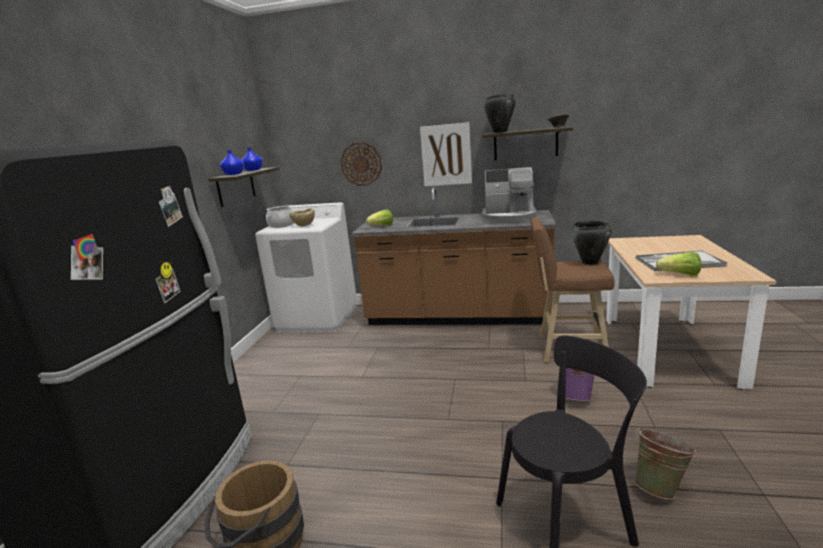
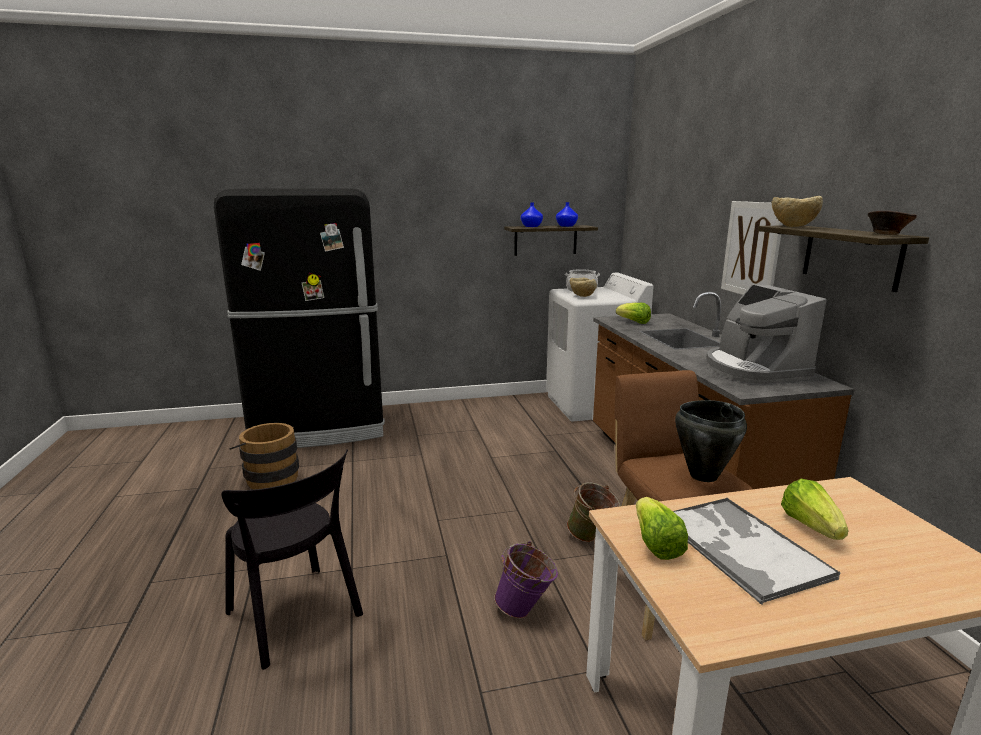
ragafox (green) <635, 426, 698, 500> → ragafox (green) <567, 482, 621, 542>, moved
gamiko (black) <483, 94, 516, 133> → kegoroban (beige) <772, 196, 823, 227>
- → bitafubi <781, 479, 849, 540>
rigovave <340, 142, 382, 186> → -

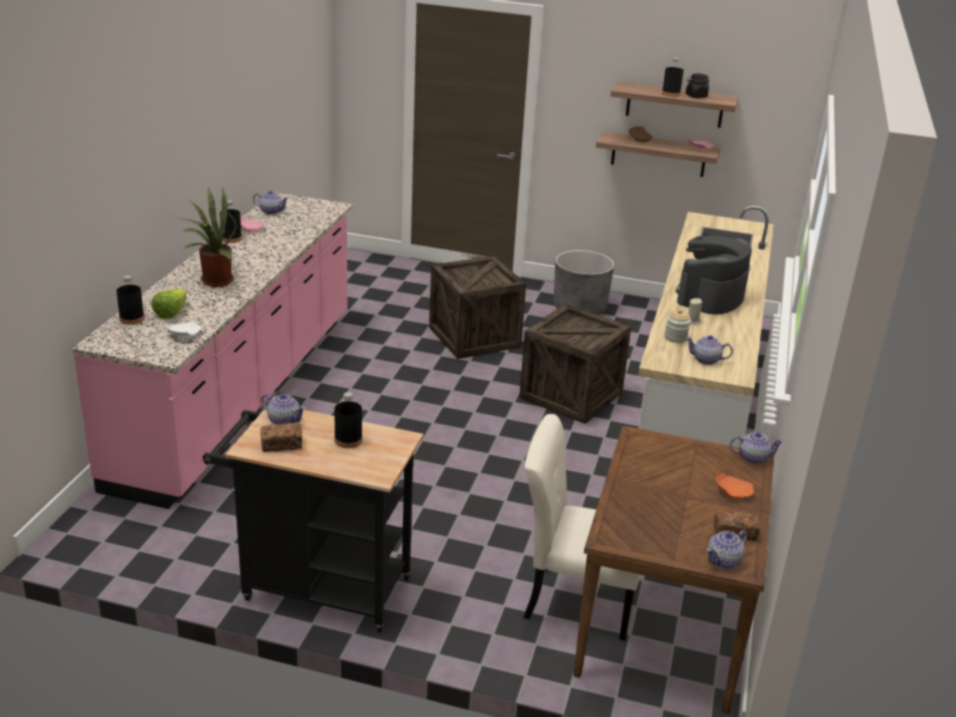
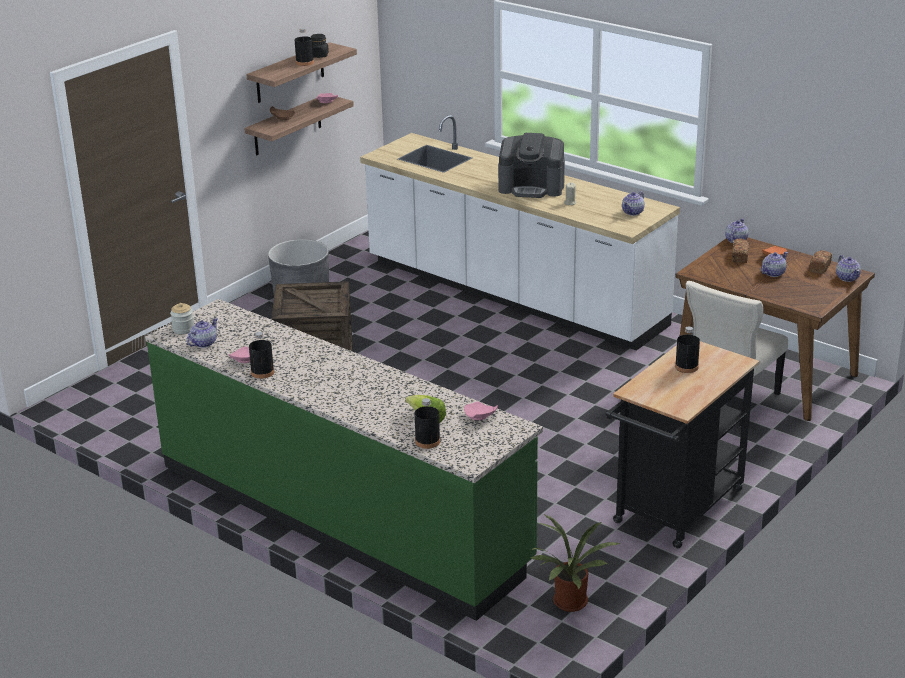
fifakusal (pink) <72, 192, 352, 509> → fifakusal (green) <145, 299, 543, 621>
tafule <665, 309, 691, 343> → tafule <170, 303, 194, 334>, moved
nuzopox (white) <165, 322, 201, 339> → nuzopox (pink) <464, 402, 498, 420>
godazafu <676, 236, 752, 314> → godazafu <498, 133, 565, 198>, 45 degrees counterclockwise
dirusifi <178, 186, 237, 287> → dirusifi <531, 514, 621, 612>, moved
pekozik <260, 423, 302, 452> → pekozik <732, 239, 749, 263>, moved
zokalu <261, 394, 306, 425> → zokalu <761, 252, 788, 277>, moved
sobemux <519, 304, 631, 424> → -

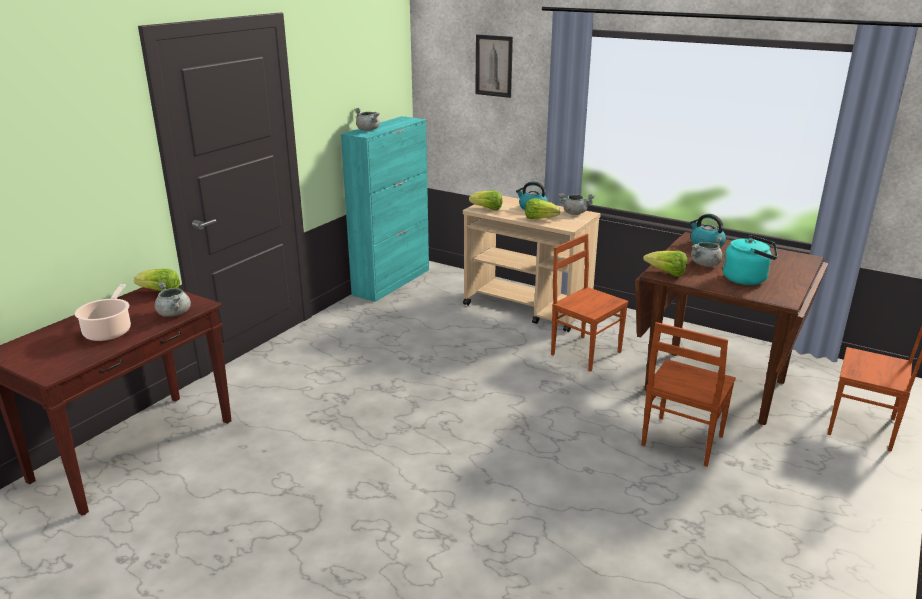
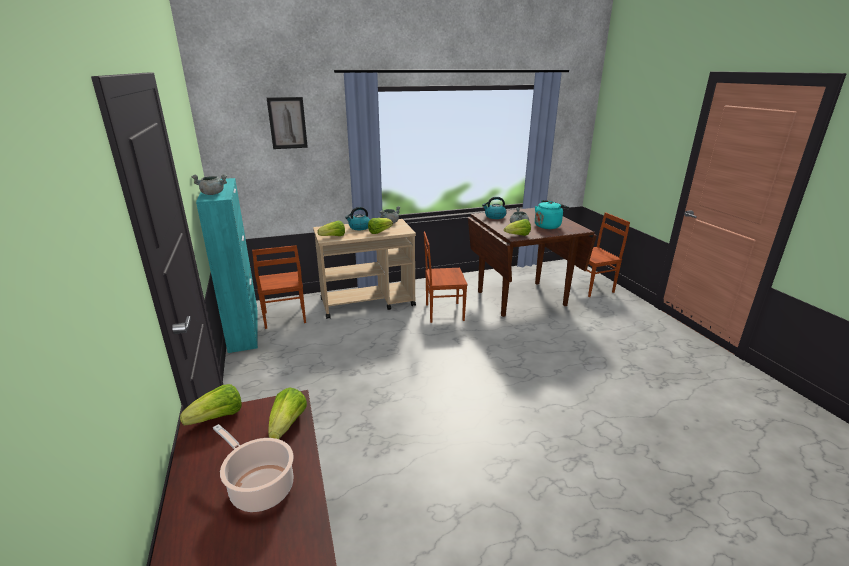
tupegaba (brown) <641, 322, 736, 467> → tupegaba (brown) <252, 245, 306, 329>, moved
gamiko (grey) <155, 282, 191, 317> → bitafubi <268, 387, 307, 439>

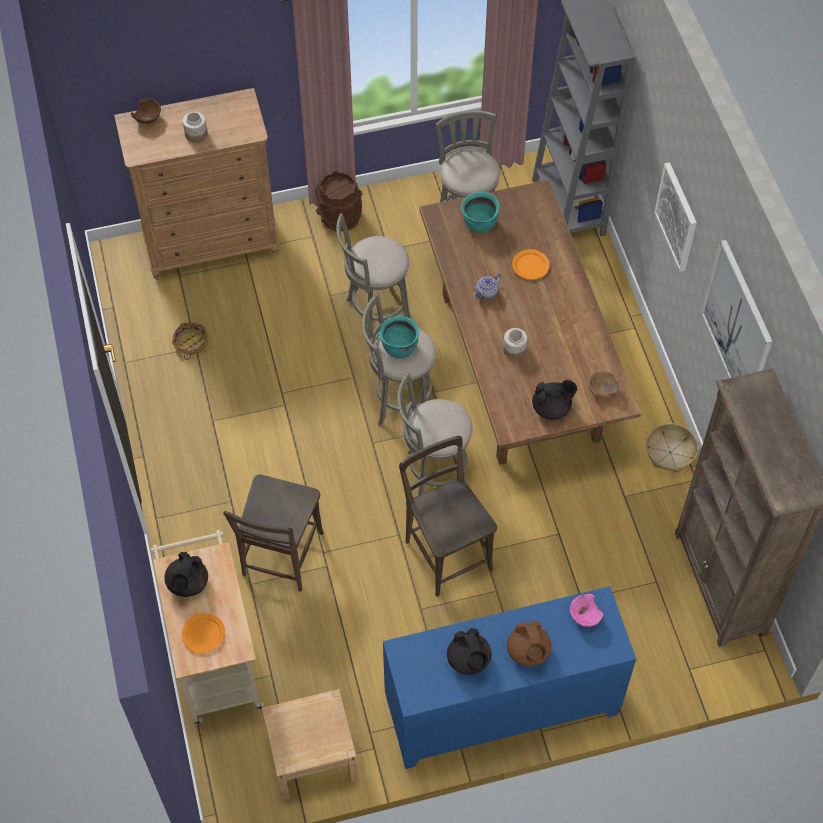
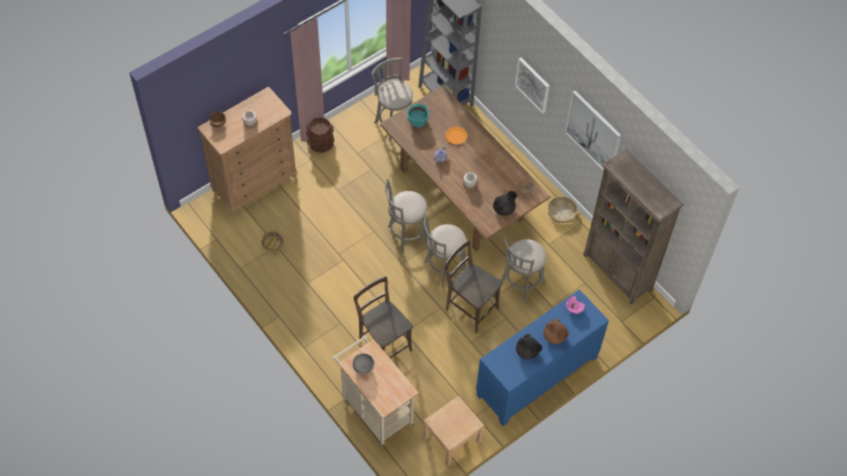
zokalu (black) <164, 552, 208, 597> → kegoroban (grey) <353, 353, 374, 375>
tupegaba (brown) <223, 474, 324, 592> → tupegaba (brown) <354, 276, 413, 358>, 150 degrees clockwise
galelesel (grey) <336, 213, 411, 339> → galelesel (grey) <501, 237, 546, 303>, moved
nuzopox (orange) <182, 613, 225, 653> → -
gamiko (turquoise) <380, 316, 419, 358> → -

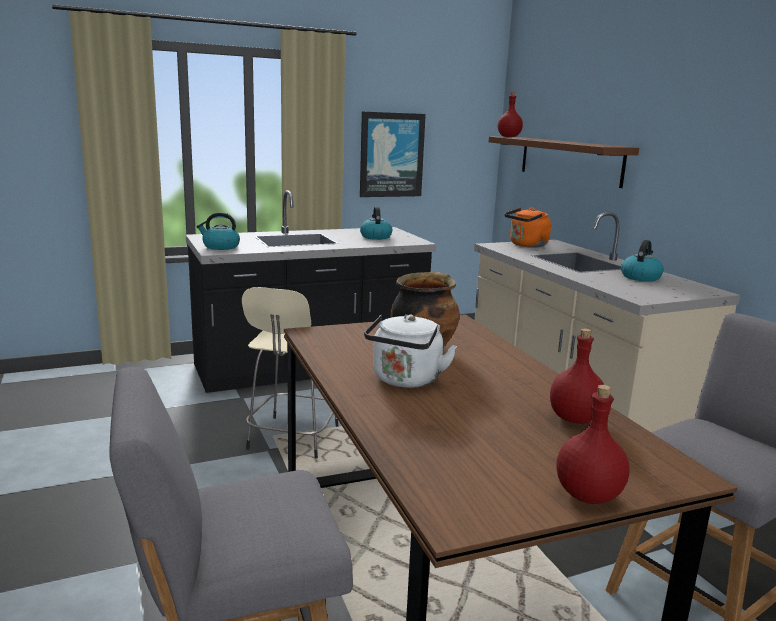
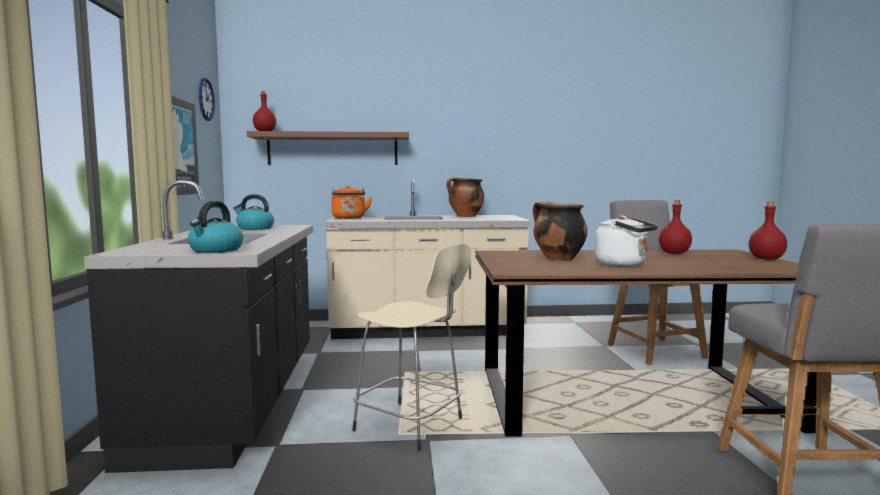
- → rigovave <199, 78, 215, 121>
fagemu <621, 240, 664, 282> → gamiko <446, 178, 484, 217>

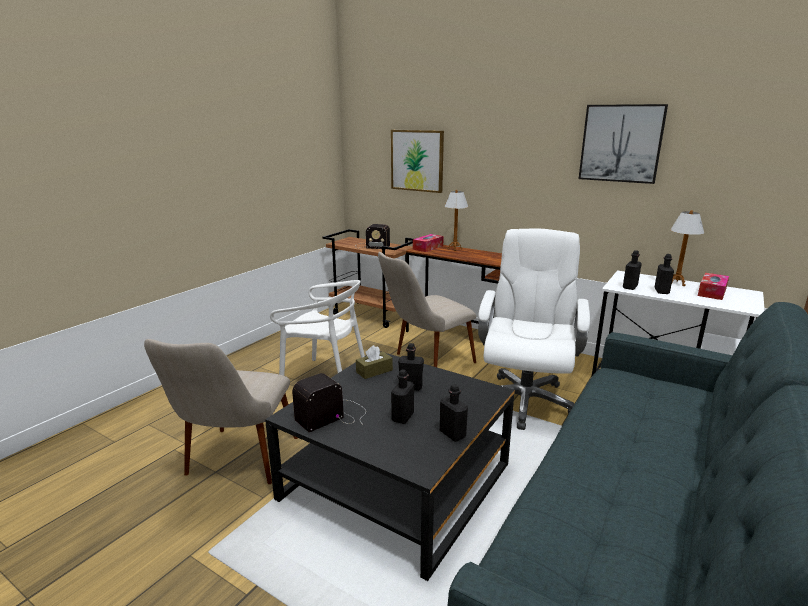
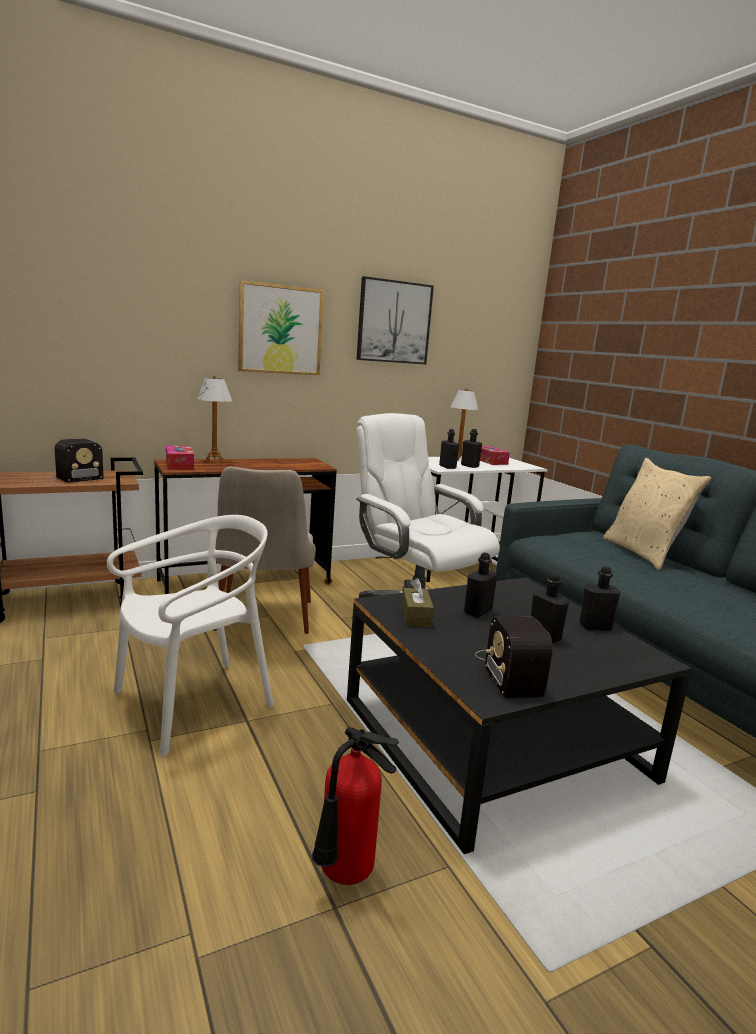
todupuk <391, 130, 444, 193> → todupuk <238, 280, 324, 375>, moved
tupegaba (beige) <144, 339, 297, 484> → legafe <312, 727, 399, 885>
- → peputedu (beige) <603, 458, 711, 570>

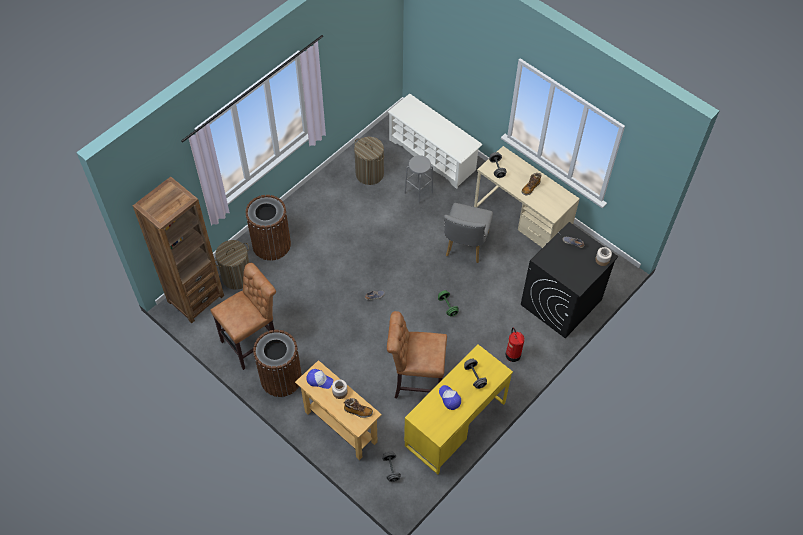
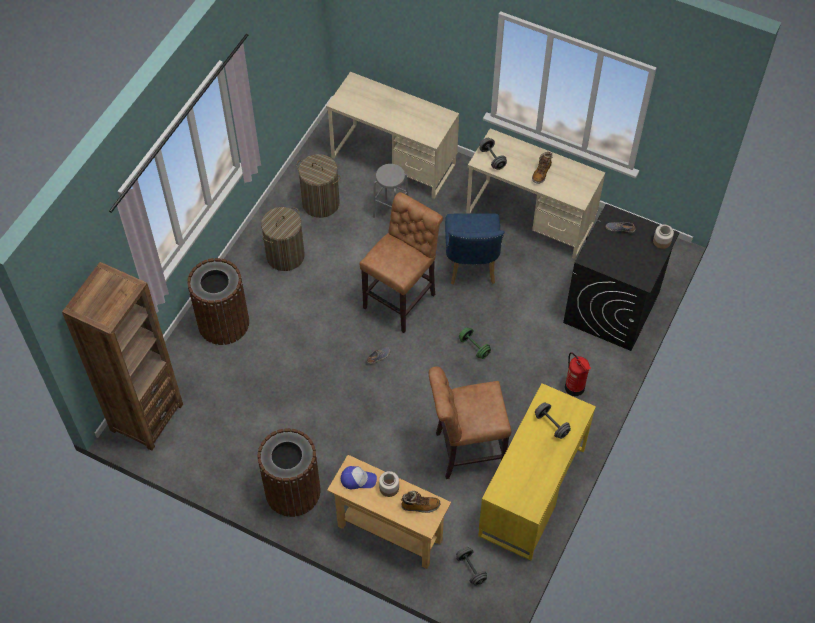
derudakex <215, 240, 249, 290> → derudakex <261, 207, 305, 271>, moved
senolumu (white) <388, 94, 482, 189> → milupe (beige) <326, 72, 459, 199>
galelesel (brown) <210, 263, 276, 370> → galelesel (brown) <359, 192, 443, 333>, moved
tupegaba (grey) <444, 203, 493, 263> → tupegaba (blue) <445, 214, 504, 285>
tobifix <439, 385, 461, 410> → -

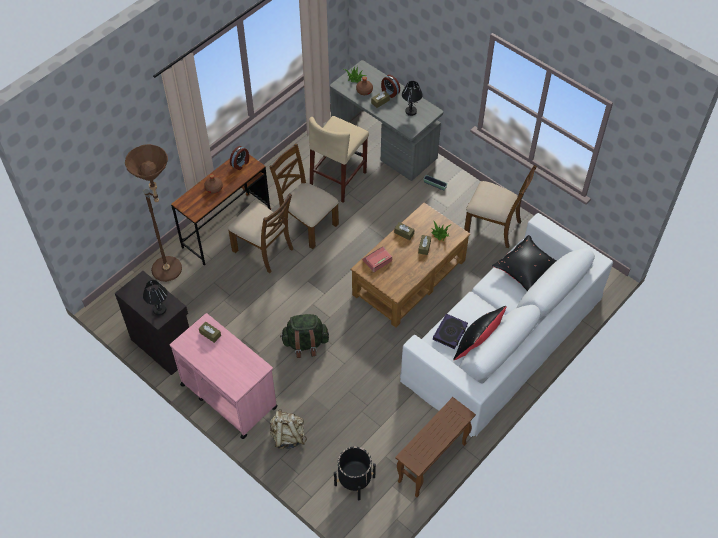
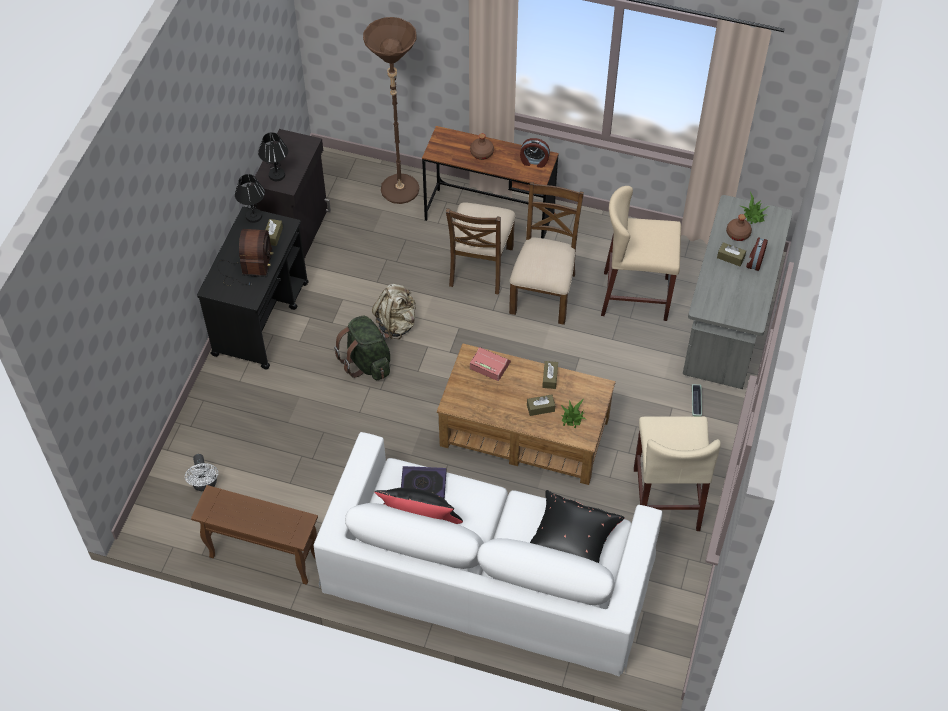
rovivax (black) <334, 447, 376, 500> → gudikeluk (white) <185, 454, 218, 491>
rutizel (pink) <170, 313, 278, 439> → rutizel (black) <197, 207, 309, 369>
- → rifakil <217, 229, 273, 286>
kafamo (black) <402, 81, 423, 116> → kafamo (black) <235, 174, 265, 223>, moved
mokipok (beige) <270, 409, 307, 449> → mokipok (beige) <372, 284, 416, 339>, moved
tupegaba (brown) <464, 165, 537, 248> → galelesel (beige) <634, 416, 721, 531>

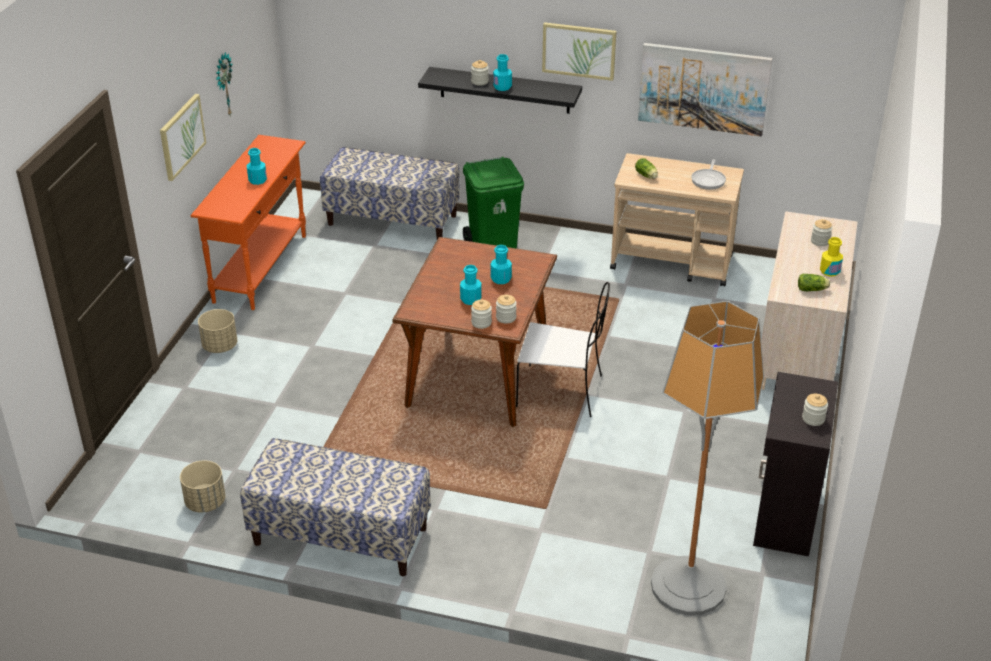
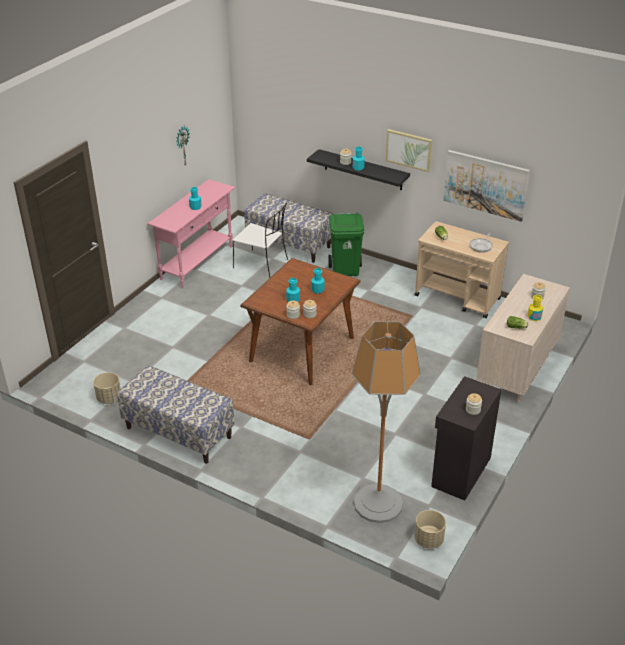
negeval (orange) <191, 135, 306, 310> → negeval (pink) <148, 179, 235, 288>
tupegaba (white) <516, 282, 610, 417> → tupegaba (white) <232, 203, 288, 278>, moved
rovivax (beige) <198, 309, 237, 353> → rovivax (beige) <414, 510, 446, 549>, moved
todupuk <160, 94, 206, 181> → -

